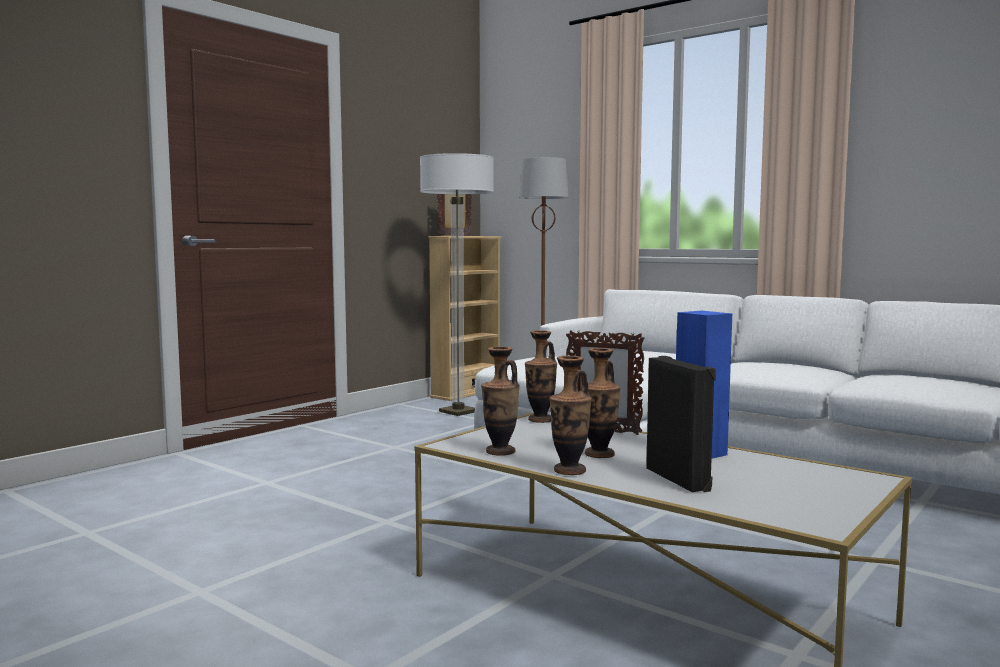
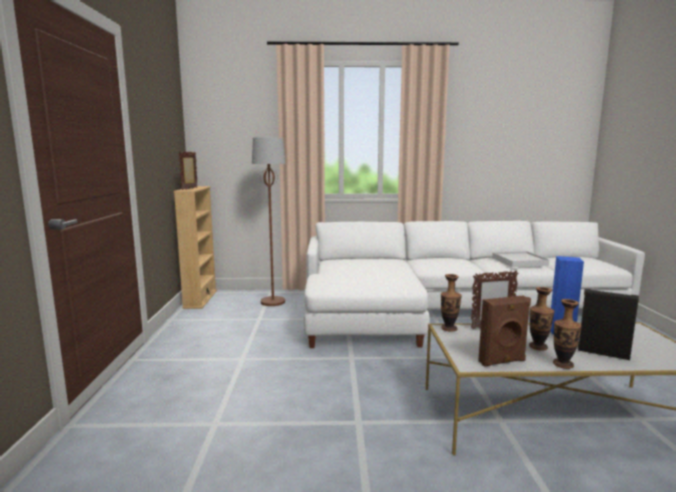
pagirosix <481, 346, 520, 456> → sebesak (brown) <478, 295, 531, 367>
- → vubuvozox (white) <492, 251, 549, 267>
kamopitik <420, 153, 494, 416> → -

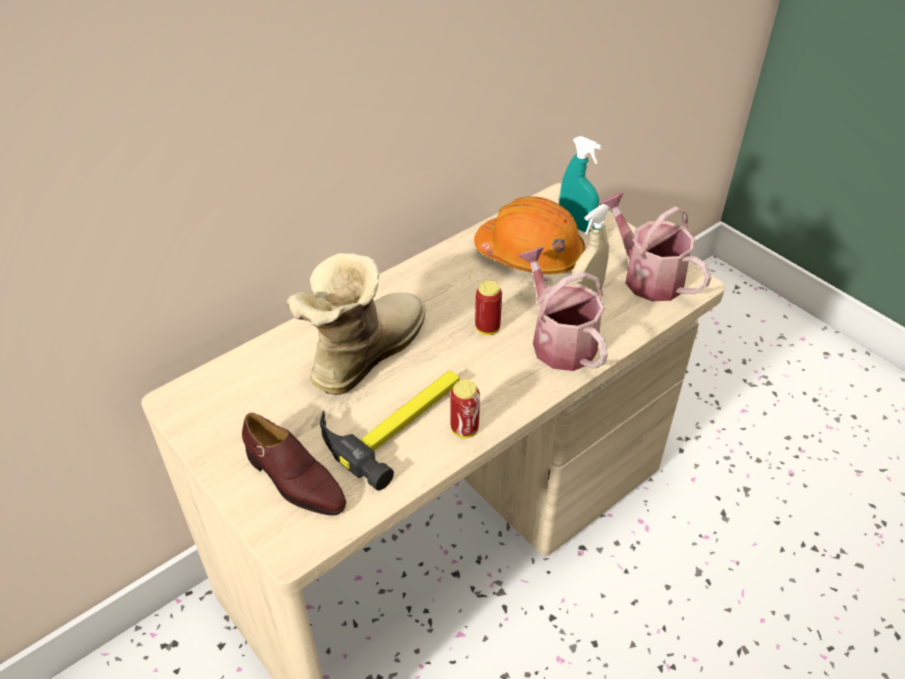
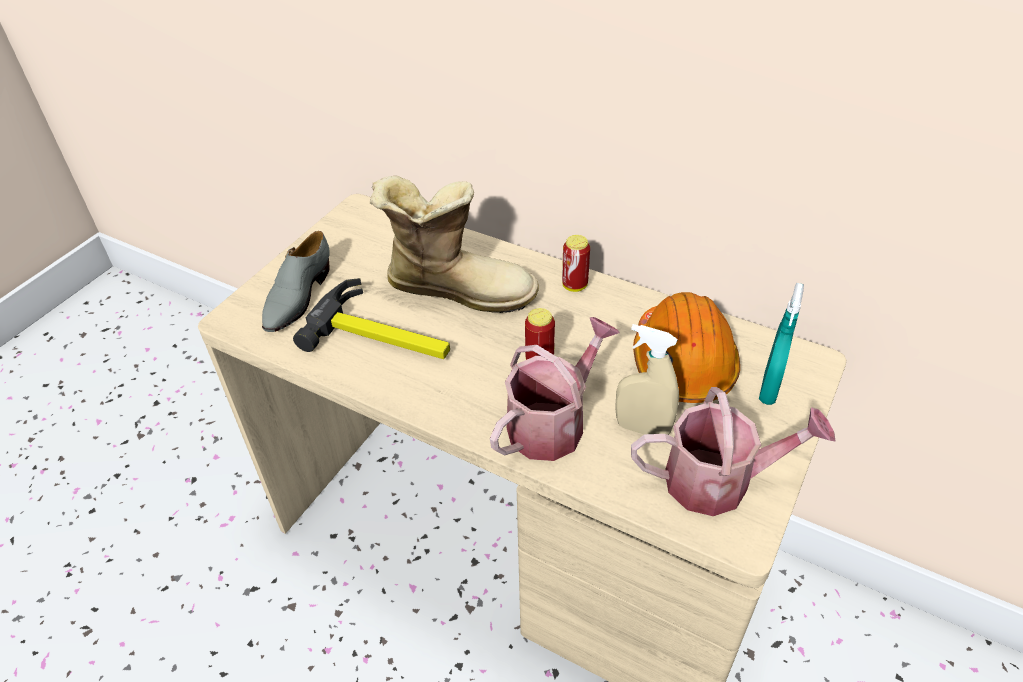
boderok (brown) <242, 413, 346, 515> → boderok (grey) <262, 231, 330, 332>
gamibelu <450, 380, 480, 438> → gamibelu <562, 235, 590, 292>, moved
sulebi <599, 192, 711, 301> → sulebi <631, 387, 835, 516>, 60 degrees clockwise

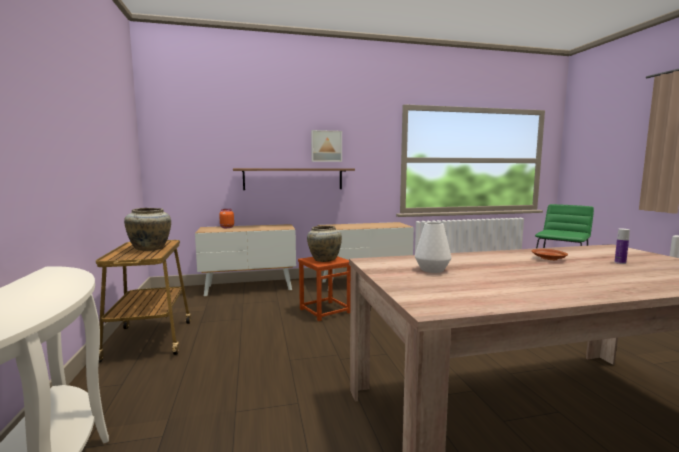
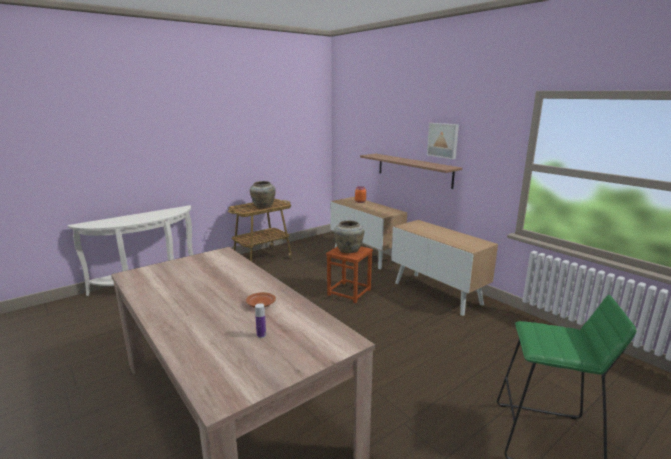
pagirosix (white) <415, 222, 452, 273> → -

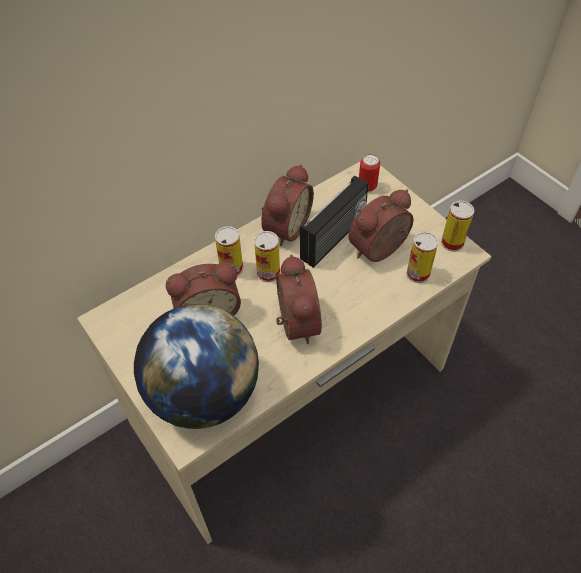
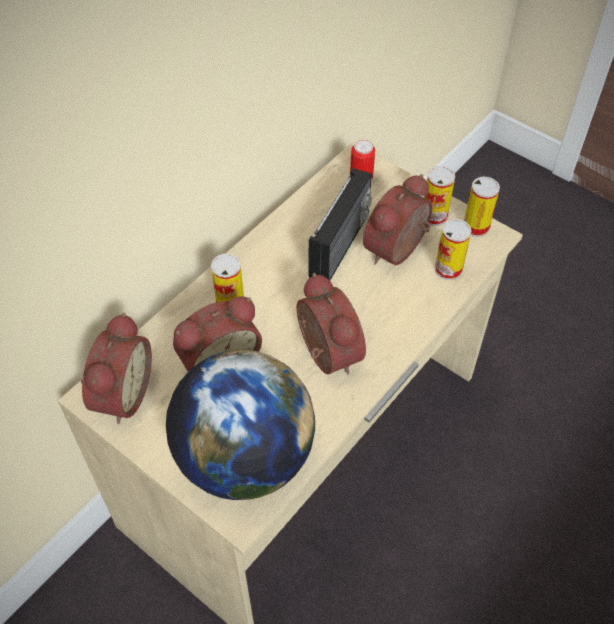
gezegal <261, 164, 314, 246> → gezegal <81, 313, 152, 424>, moved
gamibelu <254, 231, 280, 282> → gamibelu <424, 166, 455, 226>, moved

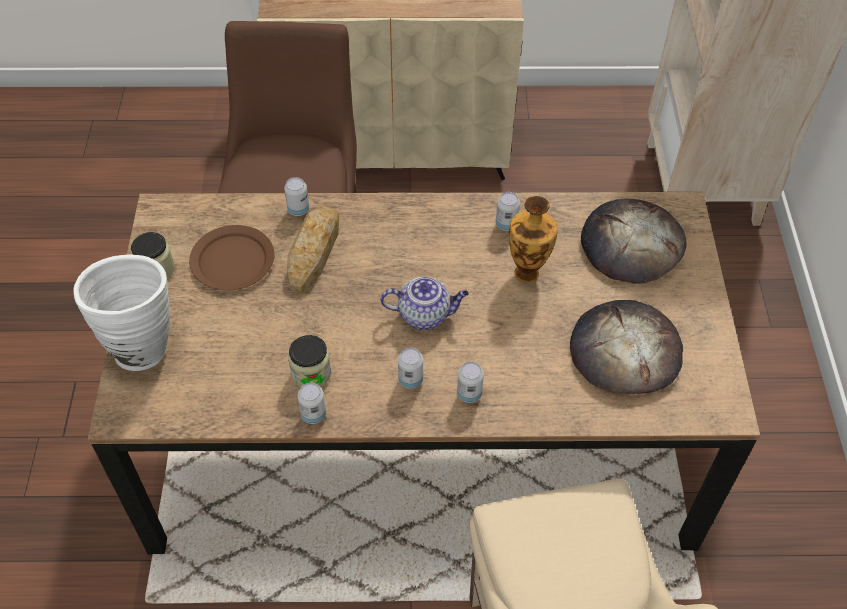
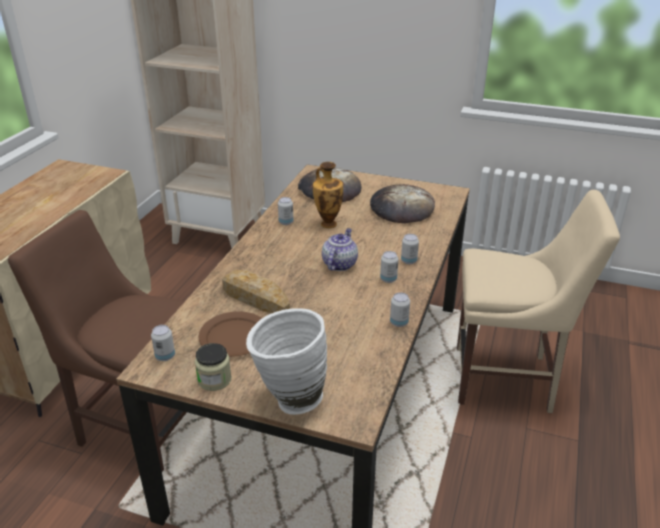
gamibelu <284, 177, 309, 216> → gamibelu <151, 325, 175, 361>, moved
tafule <288, 335, 331, 388> → -

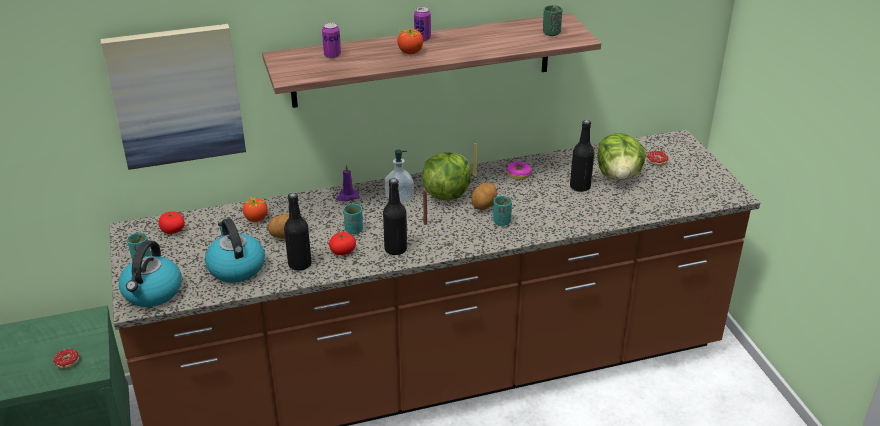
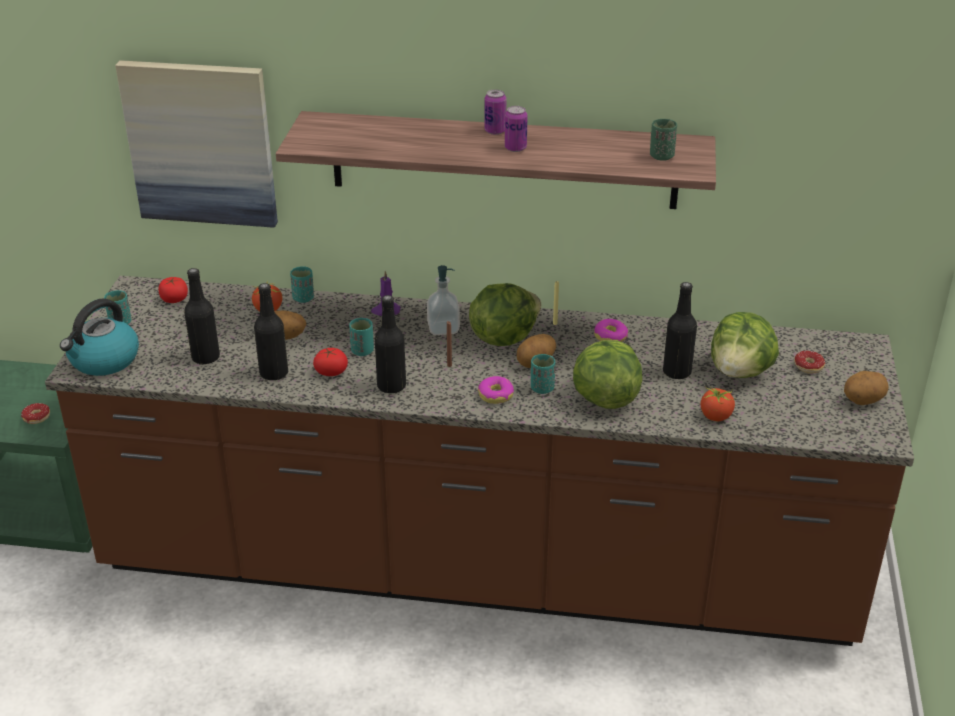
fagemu <205, 218, 265, 282> → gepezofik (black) <184, 268, 220, 364>
- → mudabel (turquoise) <290, 266, 314, 303>
- → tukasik <478, 376, 514, 404>
gamibelu <322, 22, 341, 58> → gamibelu <505, 106, 528, 152>, moved
- → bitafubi <573, 340, 642, 409>
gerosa <397, 28, 424, 54> → gerosa <701, 386, 736, 422>, moved
- → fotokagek <844, 371, 889, 405>

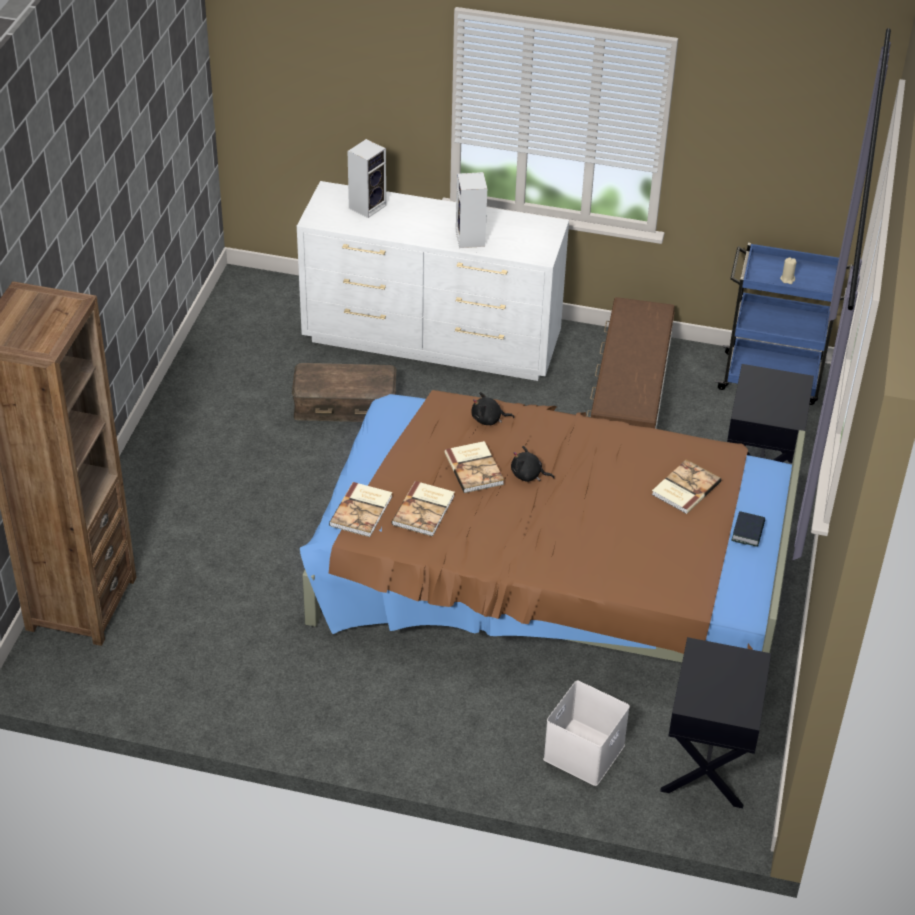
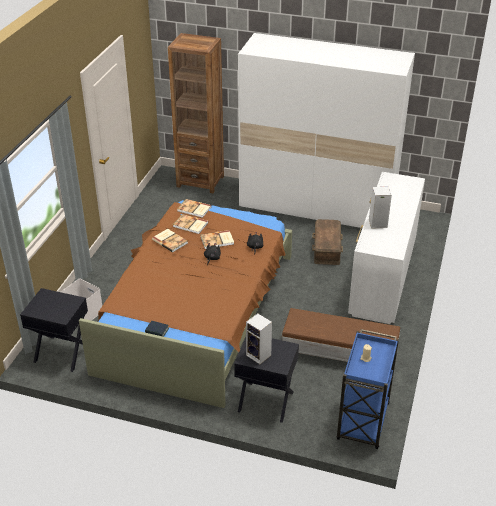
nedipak <652, 459, 721, 514> → nedipak <152, 229, 188, 253>, moved
- → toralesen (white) <238, 33, 415, 228>
sebesak <348, 139, 386, 218> → sebesak <246, 313, 272, 364>, moved

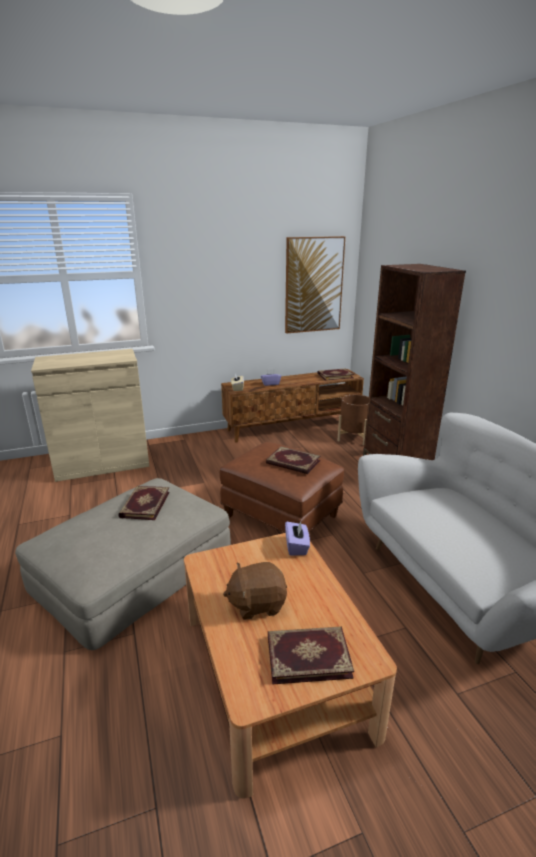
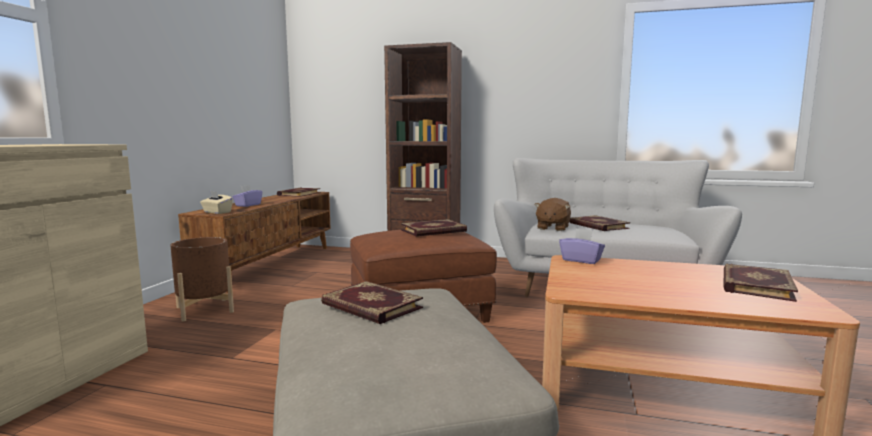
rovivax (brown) <337, 394, 369, 446> → rovivax (brown) <170, 237, 234, 322>, moved
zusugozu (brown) <223, 562, 287, 620> → zusugozu (brown) <534, 198, 571, 231>, moved
- → nedipak <570, 215, 630, 231>
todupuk <285, 236, 345, 334> → -

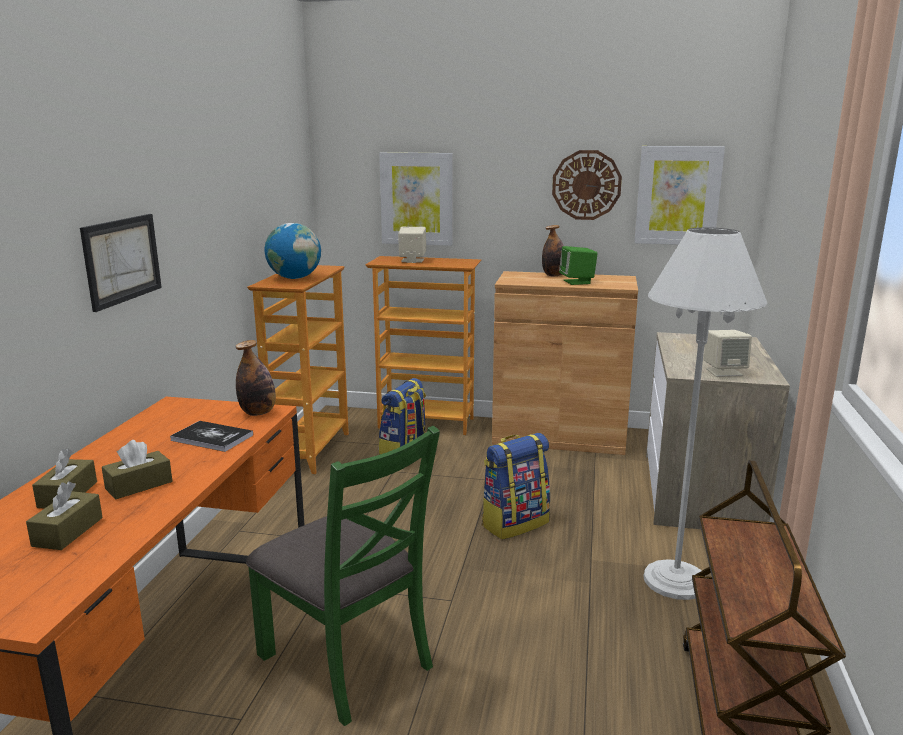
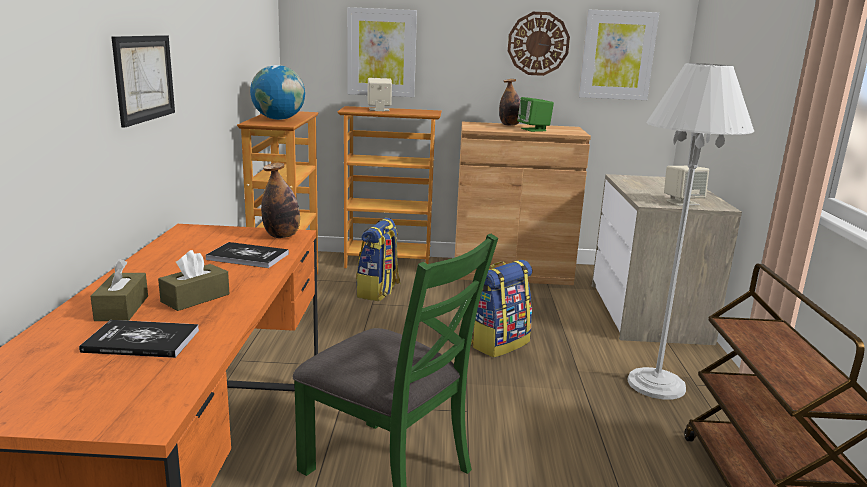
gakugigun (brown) <26, 481, 103, 550> → nedipak <79, 320, 199, 358>

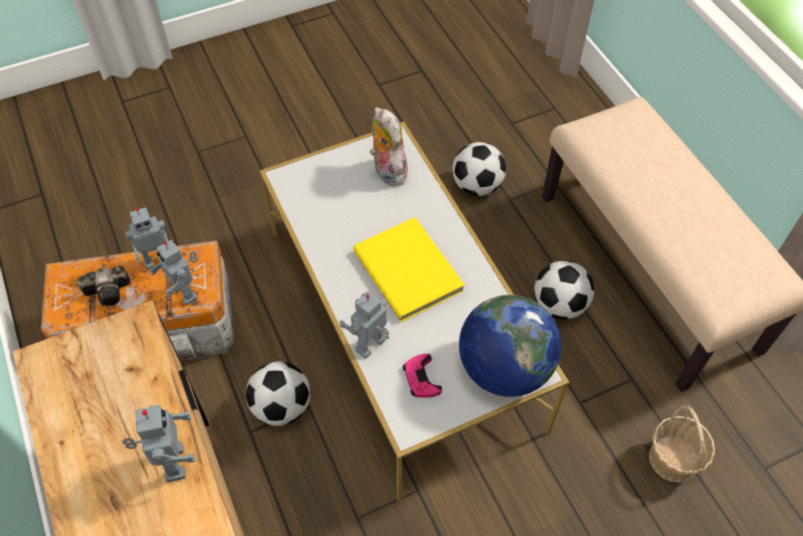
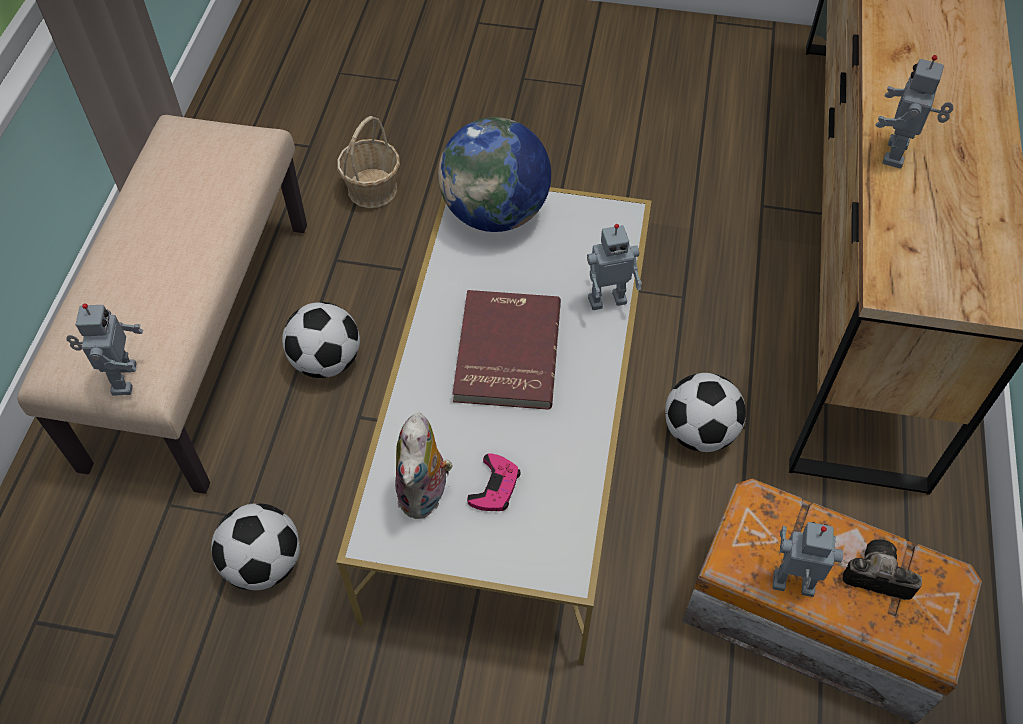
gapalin <149, 240, 198, 305> → gapalin <66, 304, 143, 396>, moved
nedipak (yellow) <353, 217, 465, 322> → nedipak (red) <452, 290, 561, 410>
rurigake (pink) <403, 354, 442, 398> → rurigake (pink) <467, 453, 521, 511>, moved

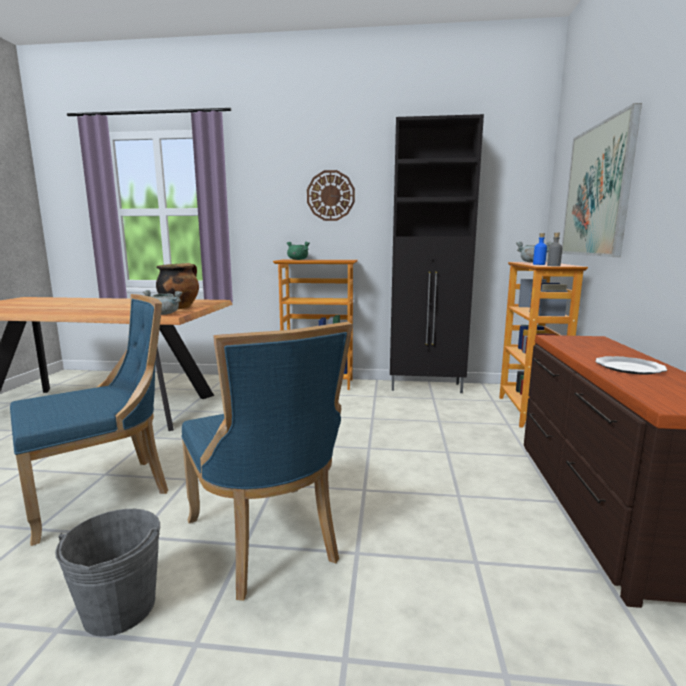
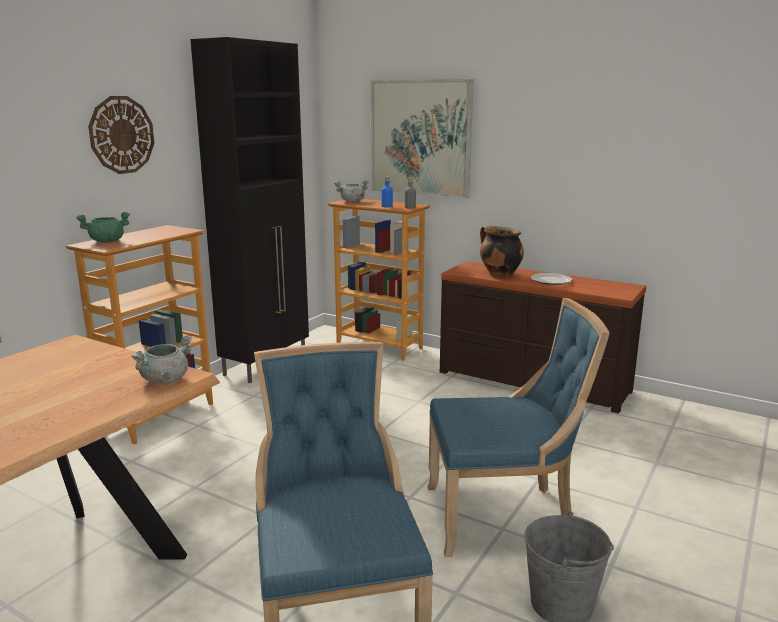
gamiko <156, 263, 199, 309> → gamiko <480, 226, 524, 277>, moved

